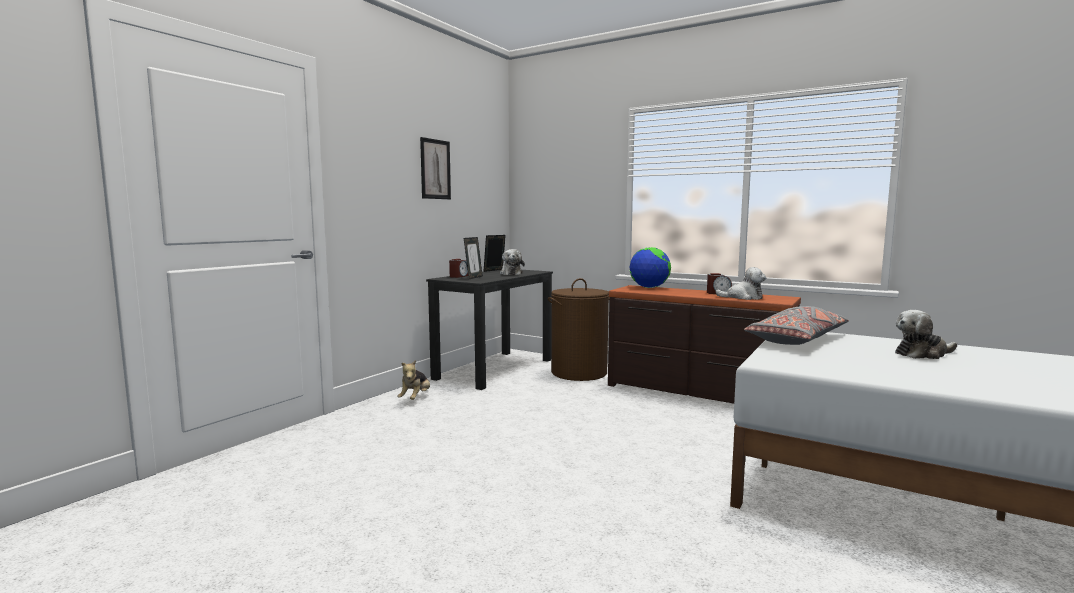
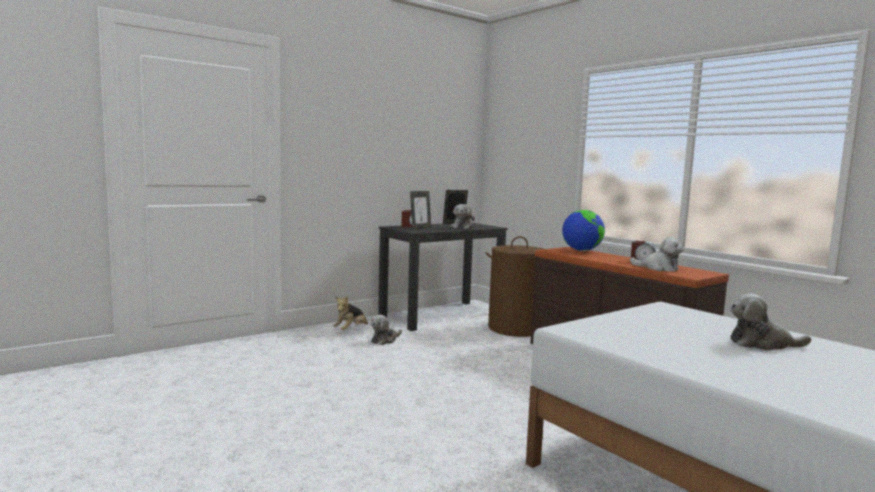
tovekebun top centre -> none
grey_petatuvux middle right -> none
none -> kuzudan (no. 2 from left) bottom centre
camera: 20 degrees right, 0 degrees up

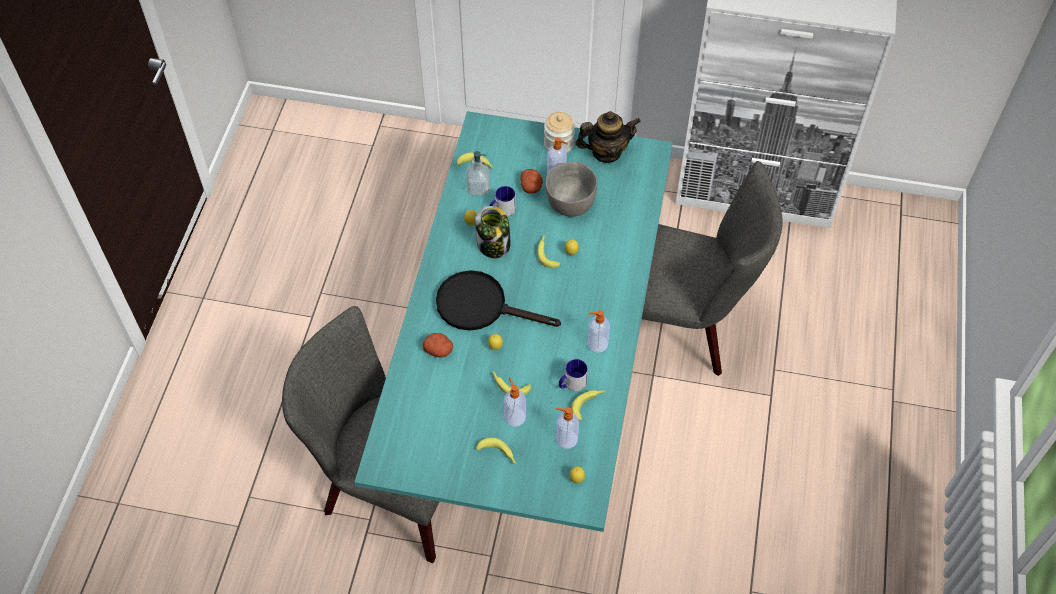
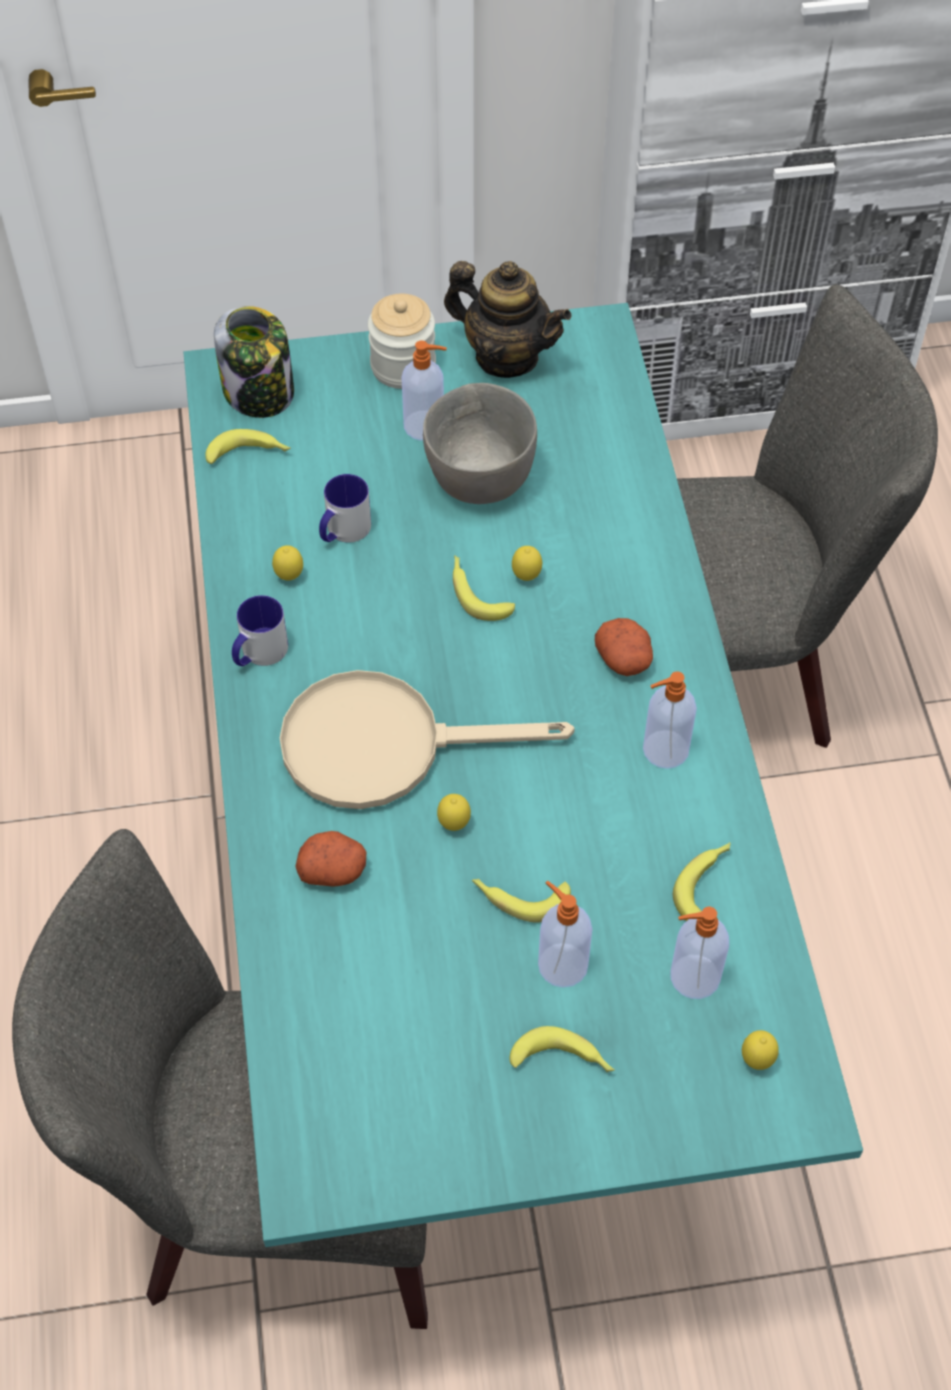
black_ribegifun centre -> beige_ribegifun centre
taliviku (no. 1 from left) top centre -> none
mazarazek (no. 1 from left) centre -> mazarazek (no. 1 from left) top left, shifted
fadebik (no. 2 from left) top centre -> fadebik (no. 2 from left) centre, shifted
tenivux (no. 2 from left in the first image) centre -> tenivux (no. 1 from left) middle left, shifted
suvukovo top centre, 60 degrees clockwise
camera: 20 degrees left, 0 degrees up

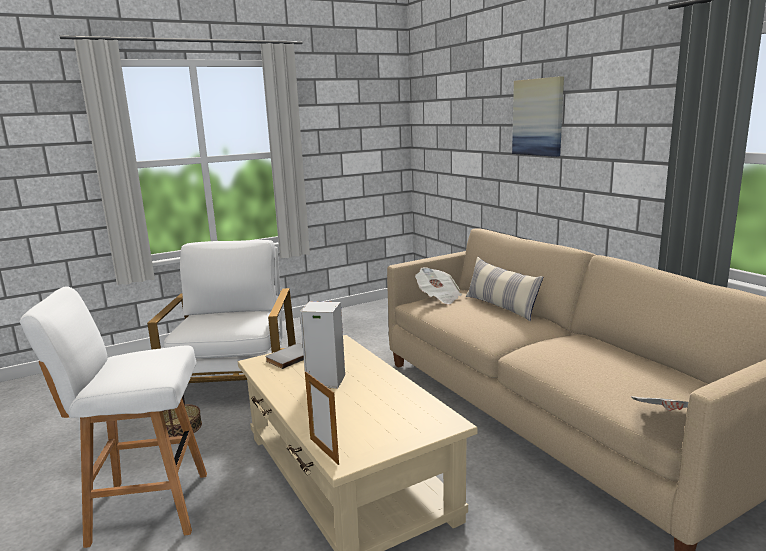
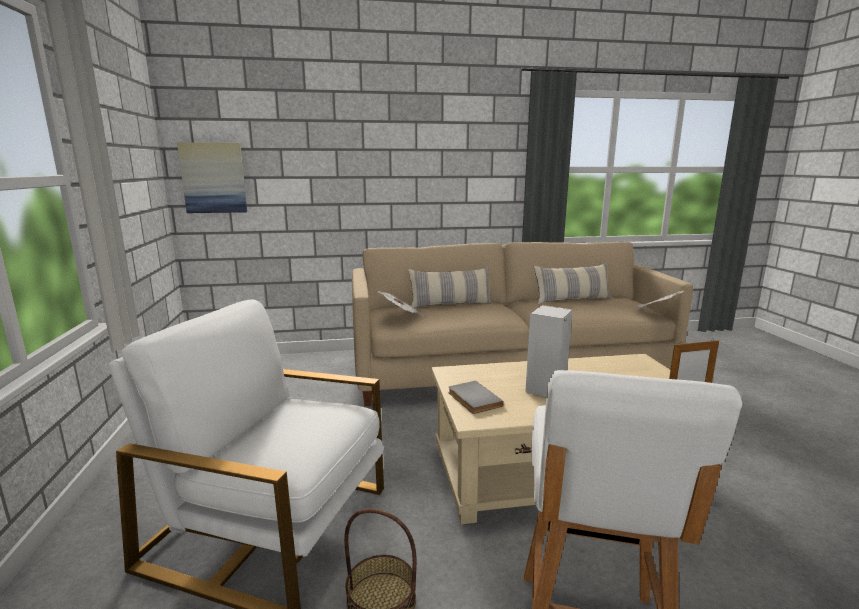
tovekebun top right -> tovekebun top left, shifted
none -> petatuvux (no. 2 from left) centre
camera: 70 degrees left, 0 degrees up

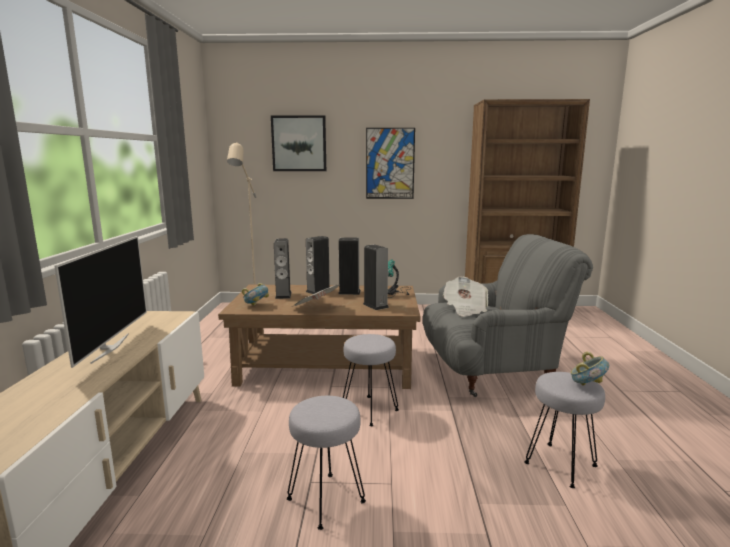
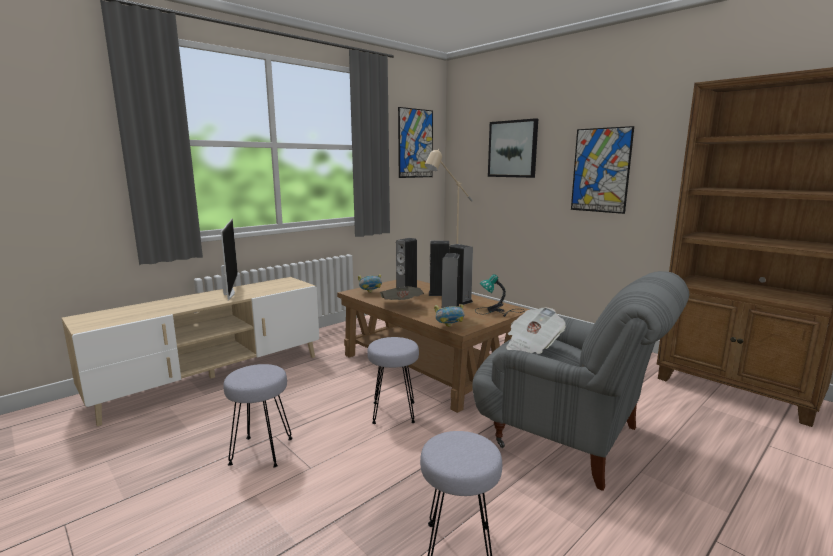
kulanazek middle left, 60 degrees counterclockwise
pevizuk (no. 2 from left) bottom right -> pevizuk (no. 2 from left) centre, shifted
none -> tovekebun (no. 1 from left) top centre
camera: 45 degrees right, 0 degrees up

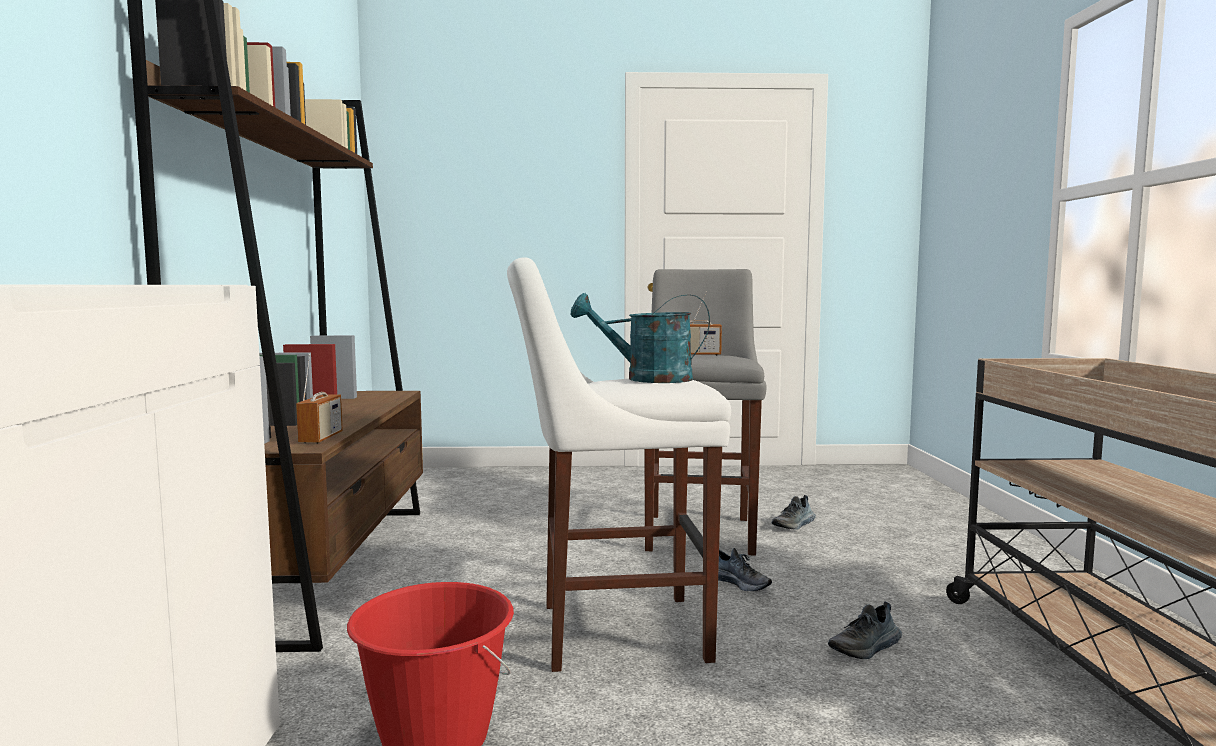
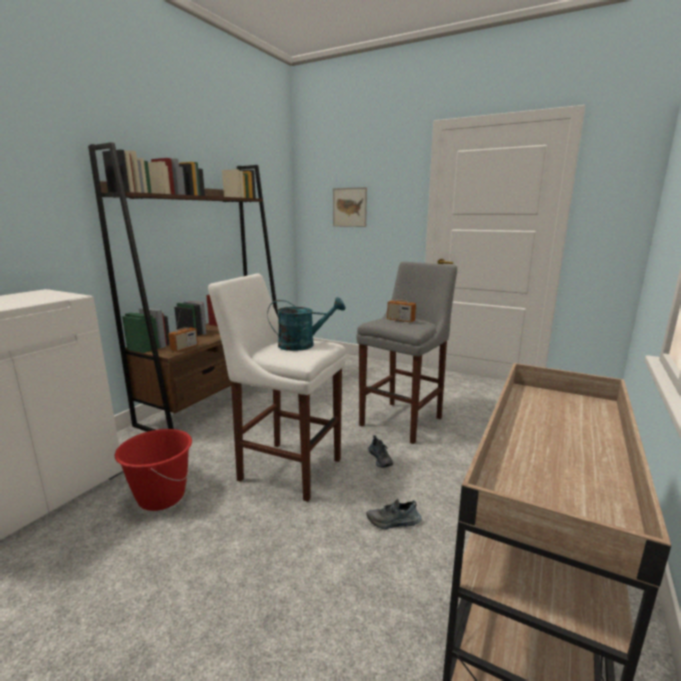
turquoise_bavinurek centre, 135 degrees clockwise
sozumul (no. 2 from left) bottom centre -> none
none -> tovekebun top centre
camera: 30 degrees right, 10 degrees up

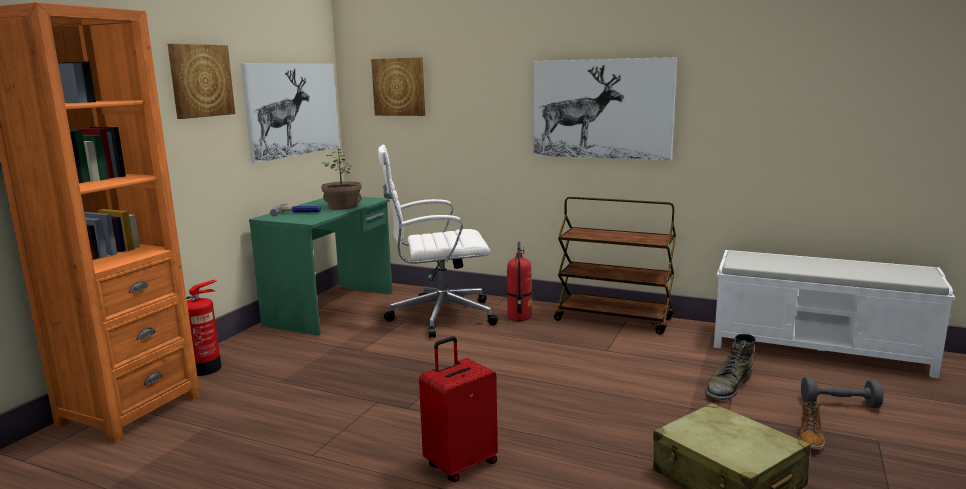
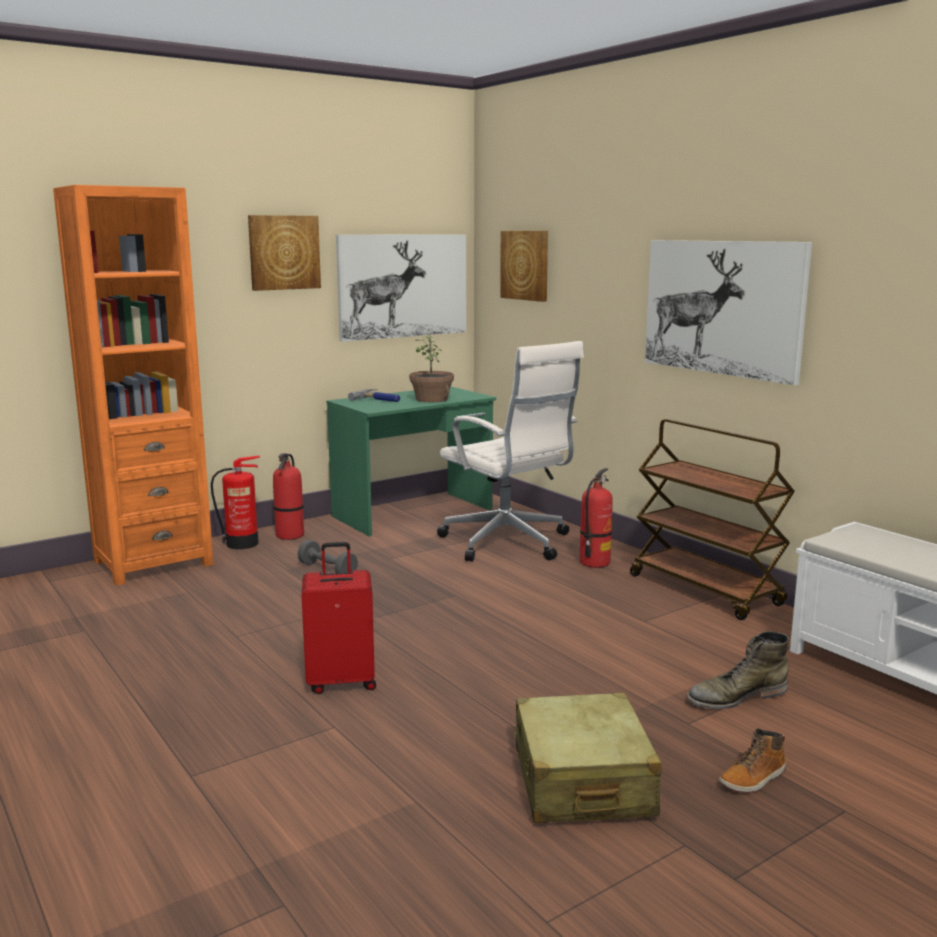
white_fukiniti centre, 150 degrees counterclockwise
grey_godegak bottom right -> grey_godegak centre, shifted
none -> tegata (no. 2 from left) middle left
camera: 30 degrees right, 0 degrees up

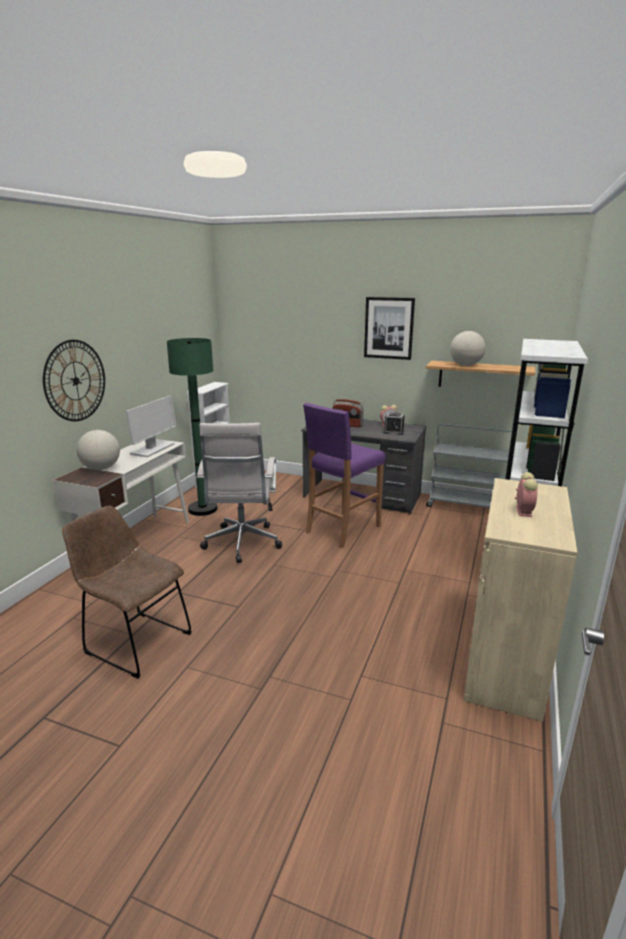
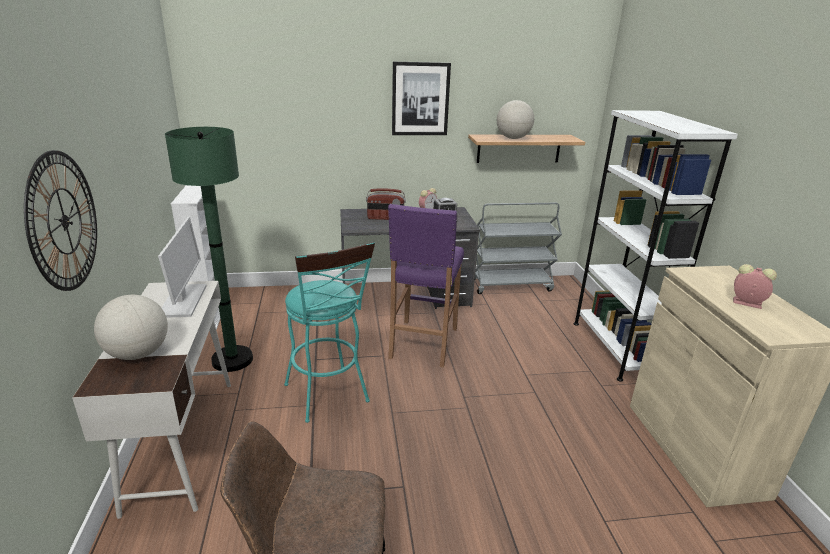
white_fukiniti centre -> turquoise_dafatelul centre
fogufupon (no. 3 from left) middle right, 45 degrees counterclockwise
camera: 30 degrees left, 5 degrees up

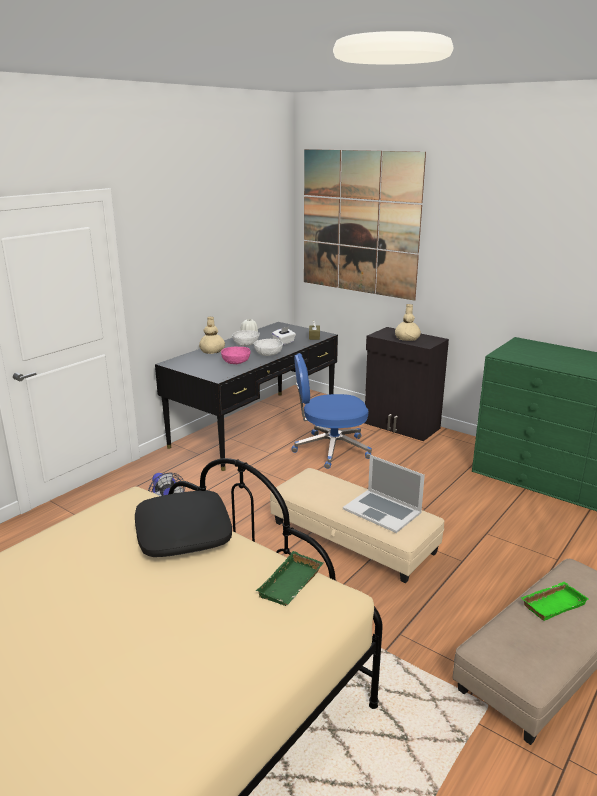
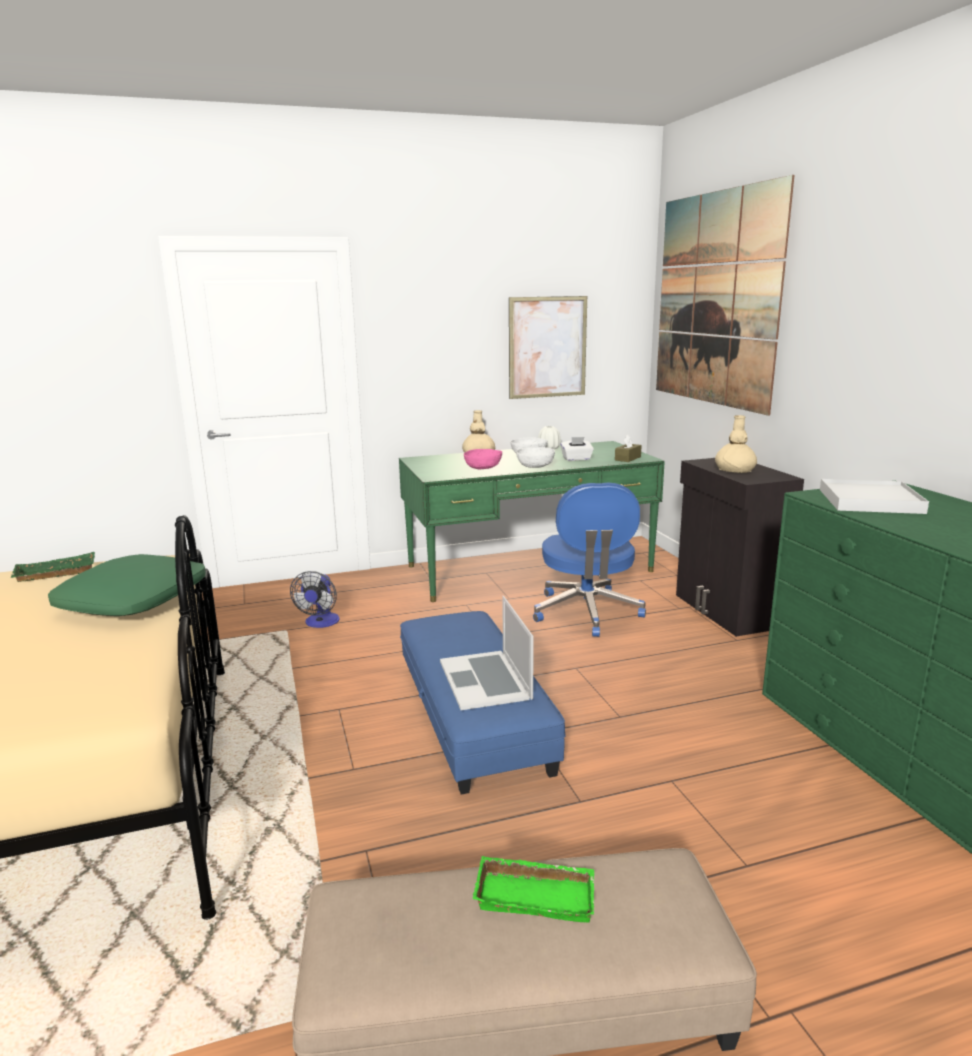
black_petatuvux middle left -> green_petatuvux middle left
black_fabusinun centre -> green_fabusinun centre
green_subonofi (no. 1 from left) bottom centre -> green_subonofi (no. 1 from left) middle left, shifted
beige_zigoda (no. 1 from left) centre -> blue_zigoda centre
blue_fukiniti centre, 120 degrees counterclockwise
none -> tovekebun (no. 1 from left) top centre
none -> white_subonofi middle right
camera: 35 degrees right, 5 degrees down

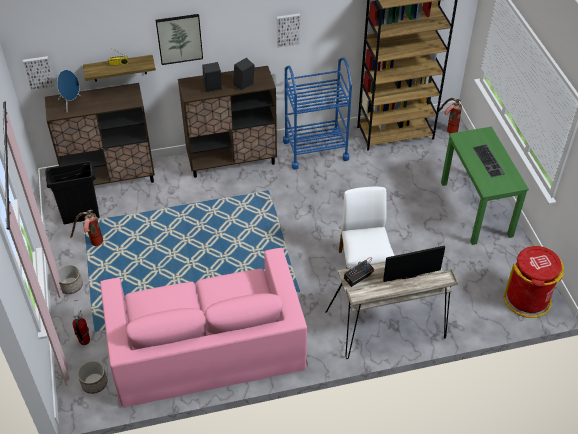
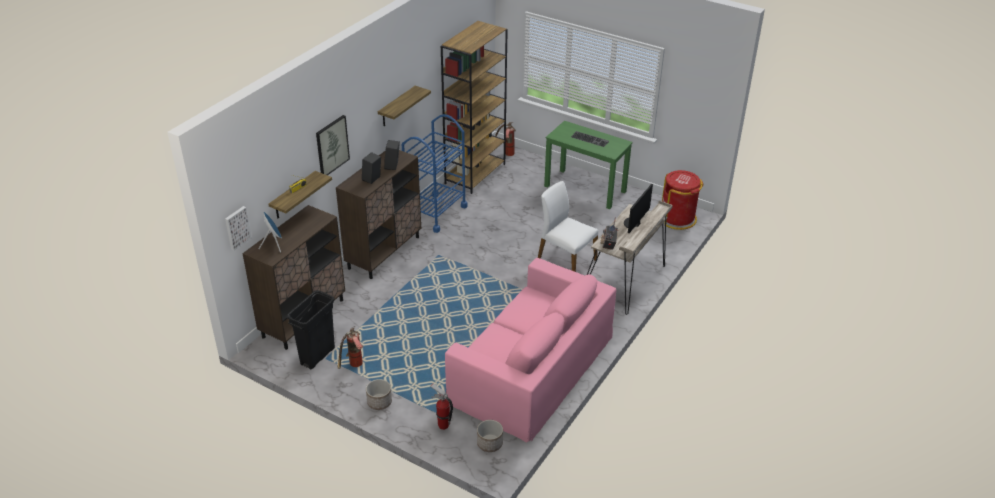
tovekebun (no. 3 from left) top centre -> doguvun (no. 2 from left) top centre
camera: 45 degrees left, 10 degrees down

